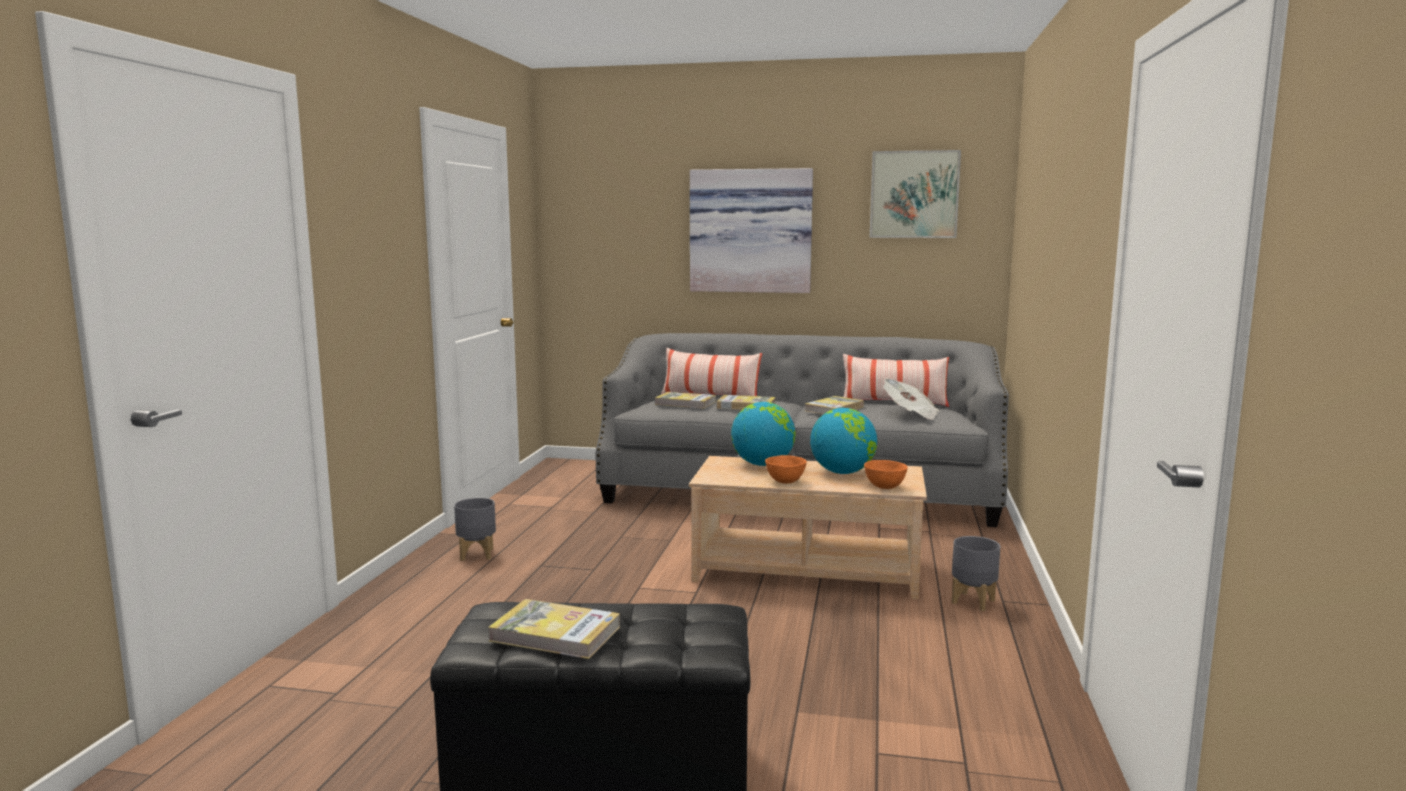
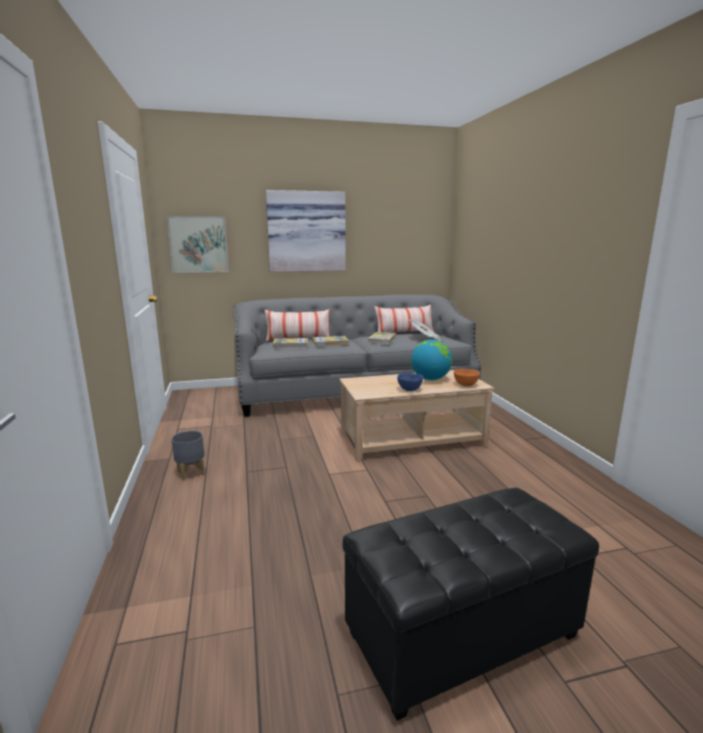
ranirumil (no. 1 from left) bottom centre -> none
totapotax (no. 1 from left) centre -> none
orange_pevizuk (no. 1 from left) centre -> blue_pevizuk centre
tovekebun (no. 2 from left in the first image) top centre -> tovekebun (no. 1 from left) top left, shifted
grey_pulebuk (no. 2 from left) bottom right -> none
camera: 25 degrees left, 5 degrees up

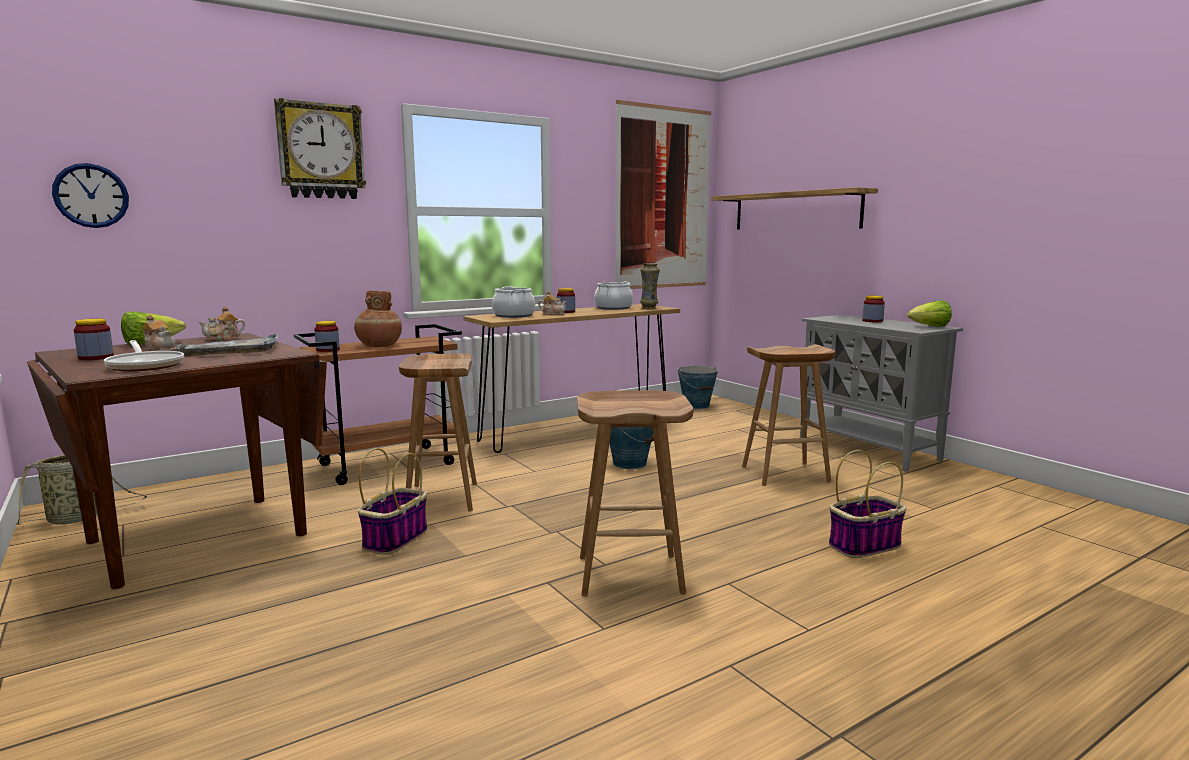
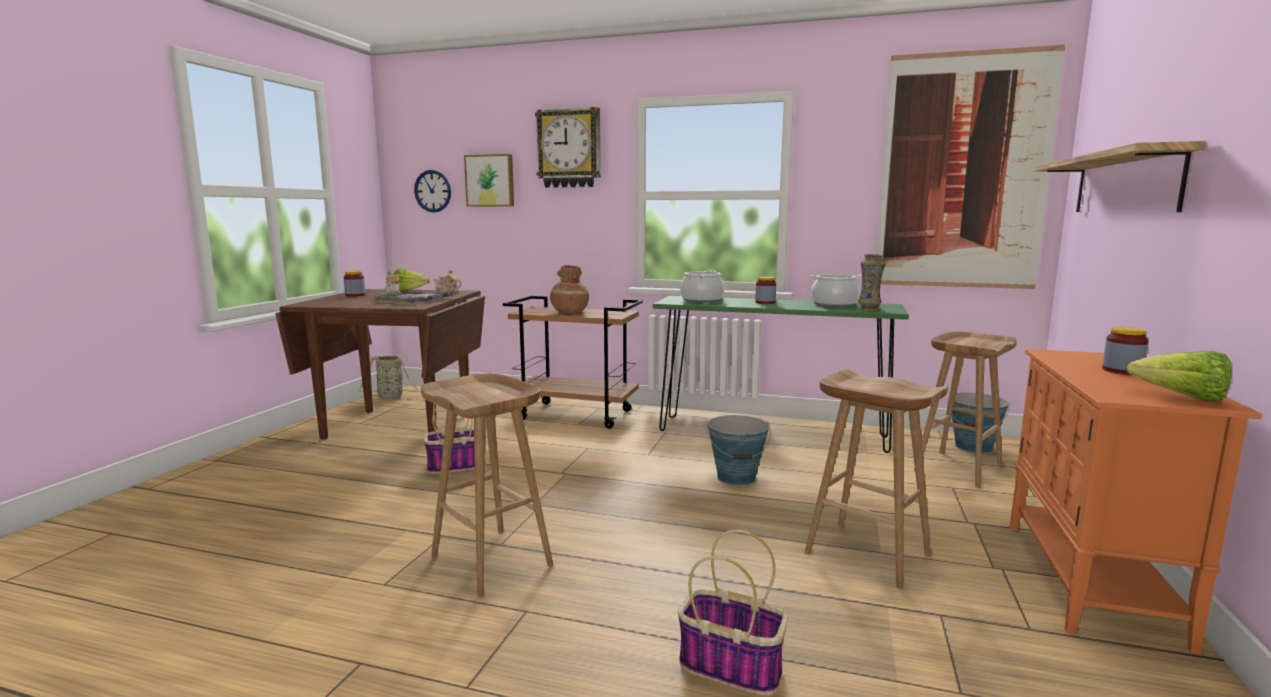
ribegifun middle left -> none
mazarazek (no. 2 from left) middle left -> none
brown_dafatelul (no. 1 from left in the first image) centre -> brown_dafatelul (no. 3 from left) middle right, shifted
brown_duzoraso centre -> green_duzoraso centre
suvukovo (no. 3 from left) centre -> none
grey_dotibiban middle right -> orange_dotibiban bottom right
none -> tovekebun (no. 1 from left) top centre
camera: 50 degrees right, 0 degrees up

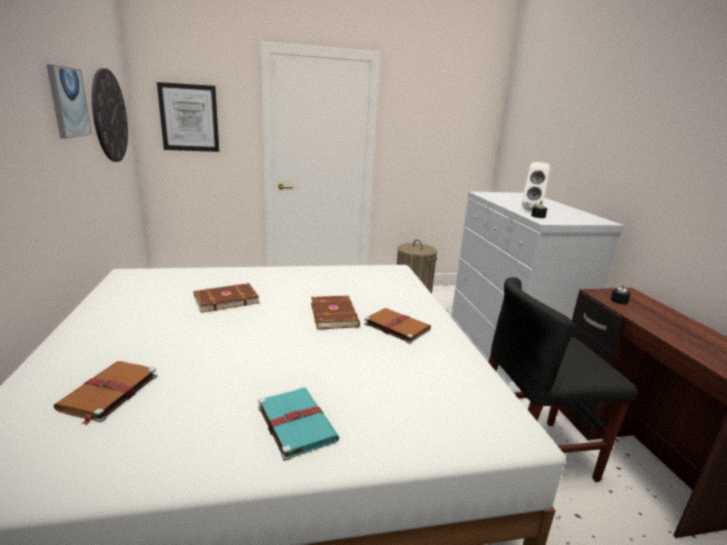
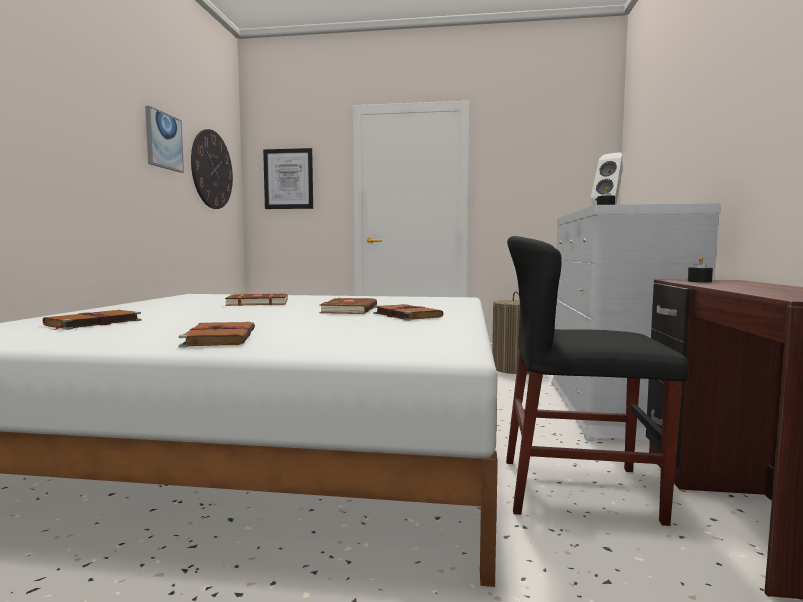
turquoise_ranirumil bottom centre -> brown_ranirumil (no. 2 from left) middle left
camera: 20 degrees right, 15 degrees down

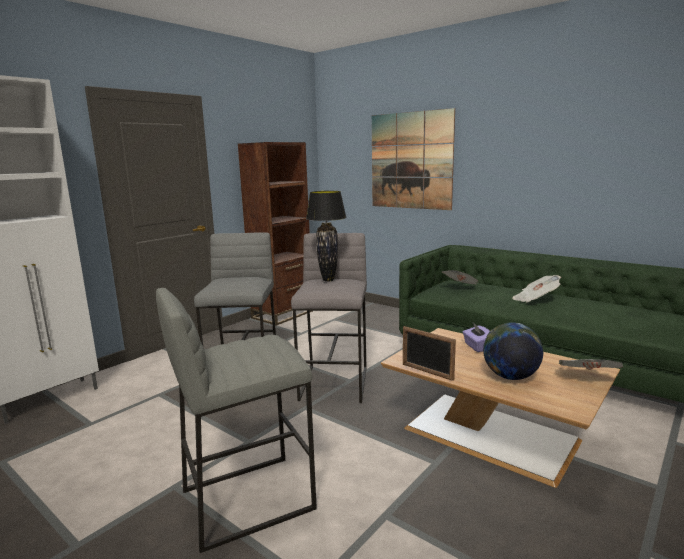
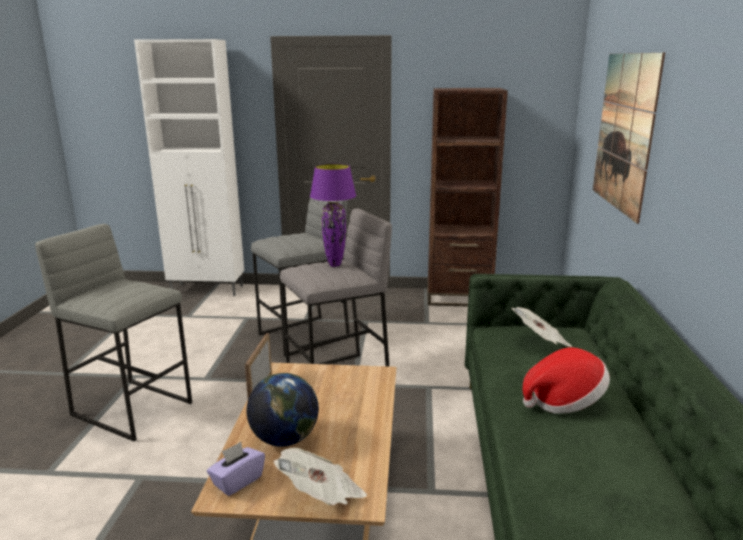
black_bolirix centre -> purple_bolirix centre
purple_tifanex middle right -> purple_tifanex bottom left, shifted
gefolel (no. 2 from left) middle right -> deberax bottom right
camera: 55 degrees right, 5 degrees up

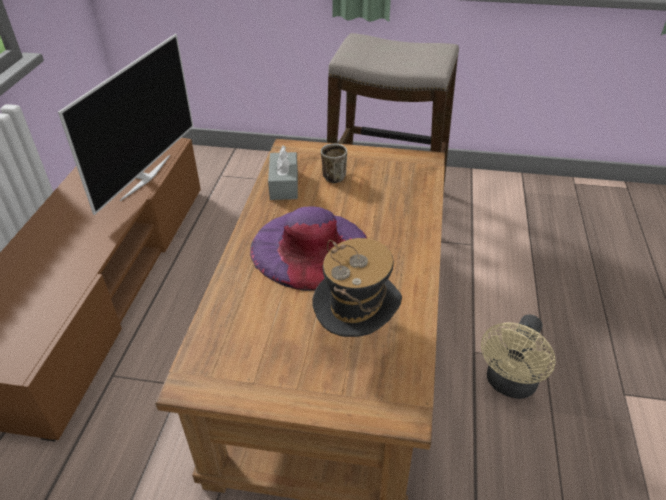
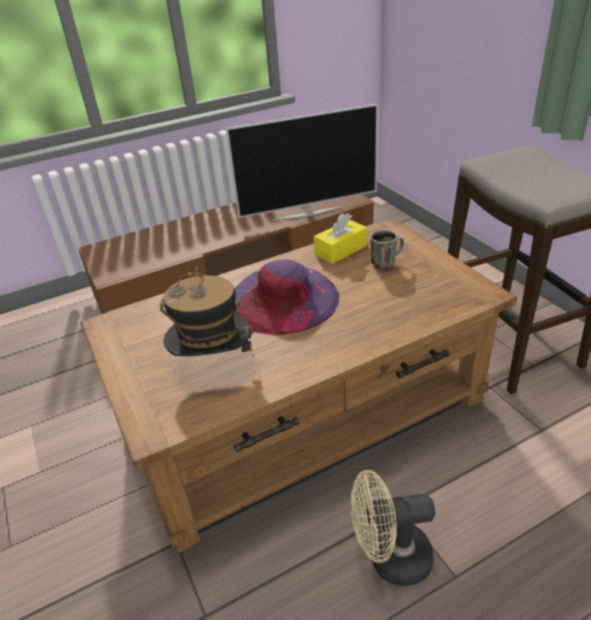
grey_tifanex centre -> yellow_tifanex centre
camera: 55 degrees right, 5 degrees down

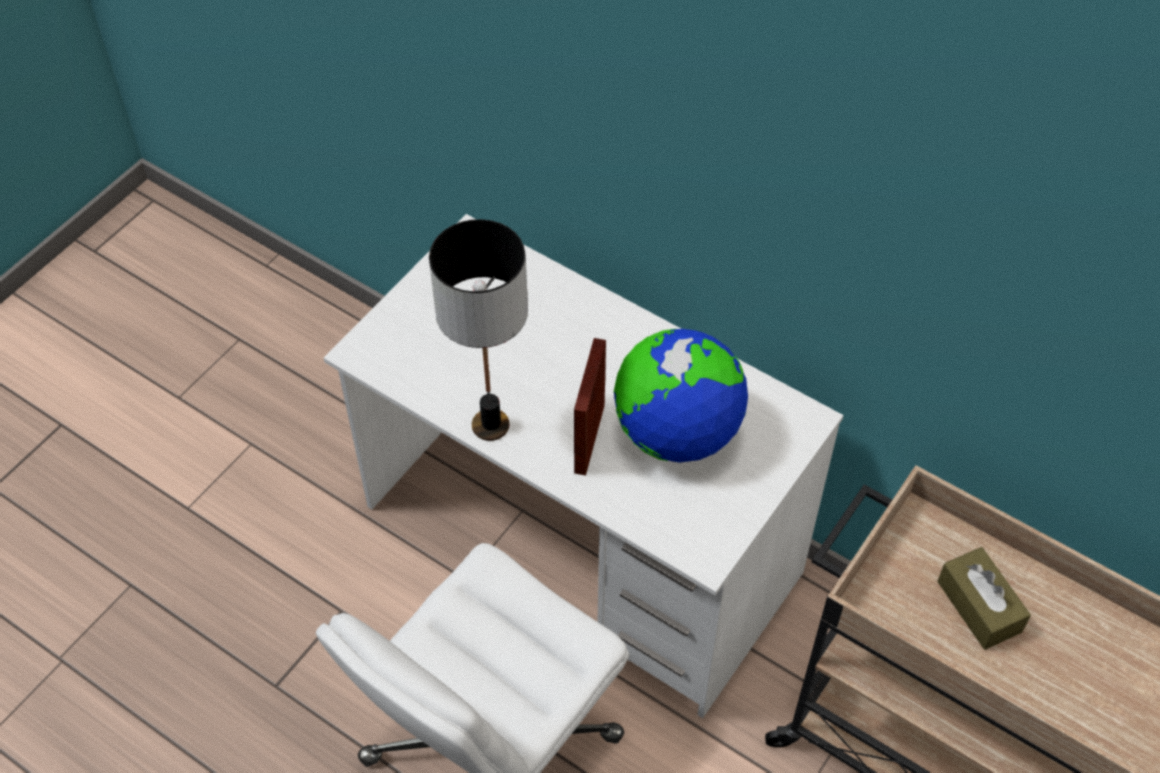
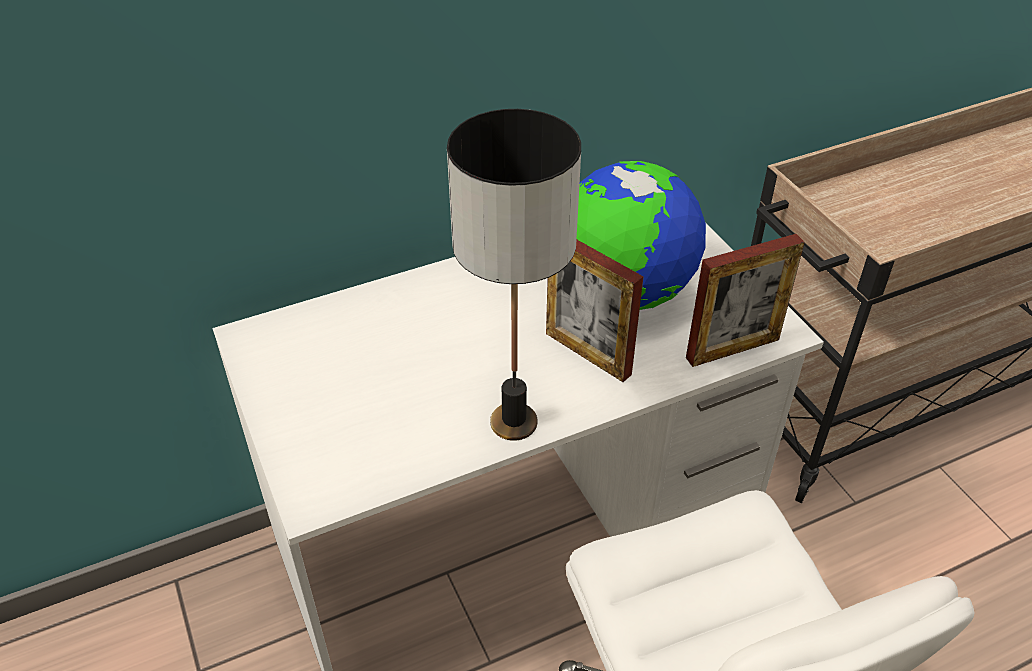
brown_tifanex bottom right -> none
none -> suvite (no. 2 from left) middle right
camera: 60 degrees left, 10 degrees down

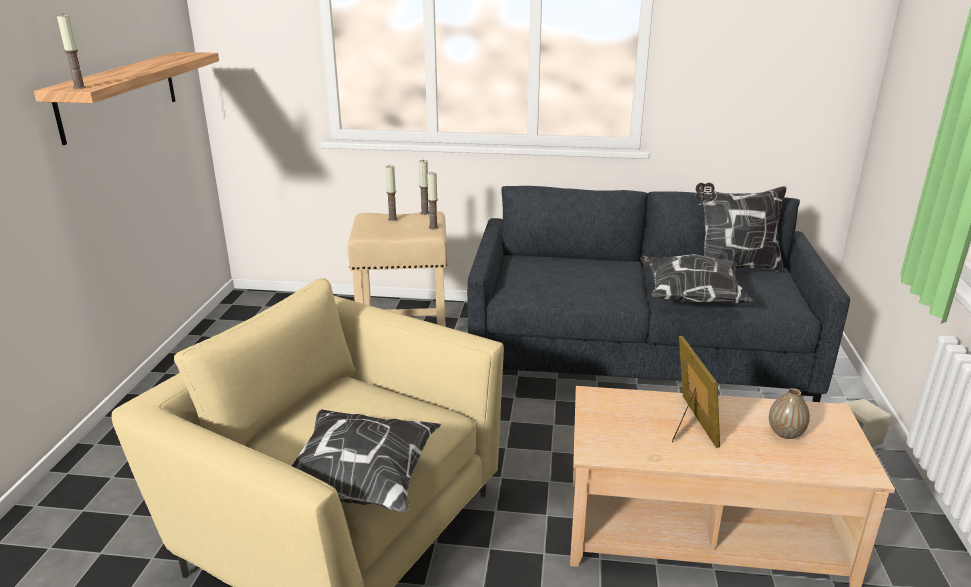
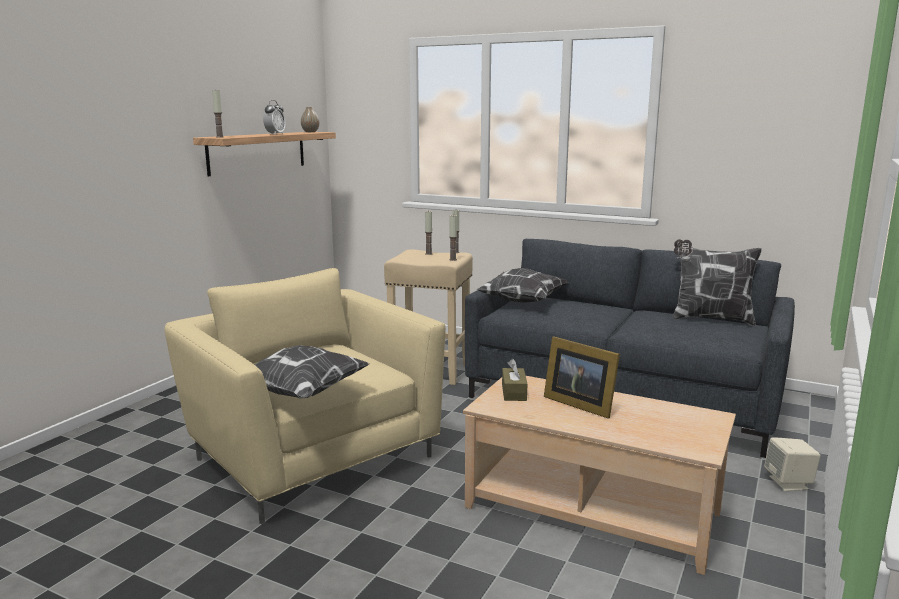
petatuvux (no. 2 from left) middle right -> petatuvux (no. 2 from left) centre, shifted
suvite bottom right -> suvite centre, 120 degrees clockwise
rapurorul bottom right -> rapurorul top centre, shifted
none -> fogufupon top left
none -> brown_tifanex centre
camera: 20 degrees right, 10 degrees down

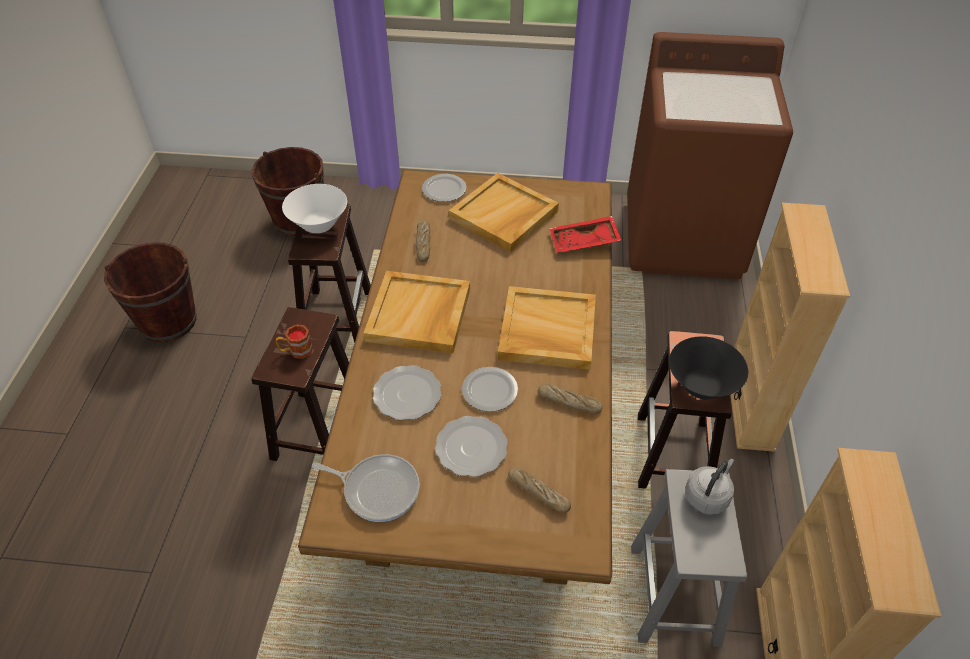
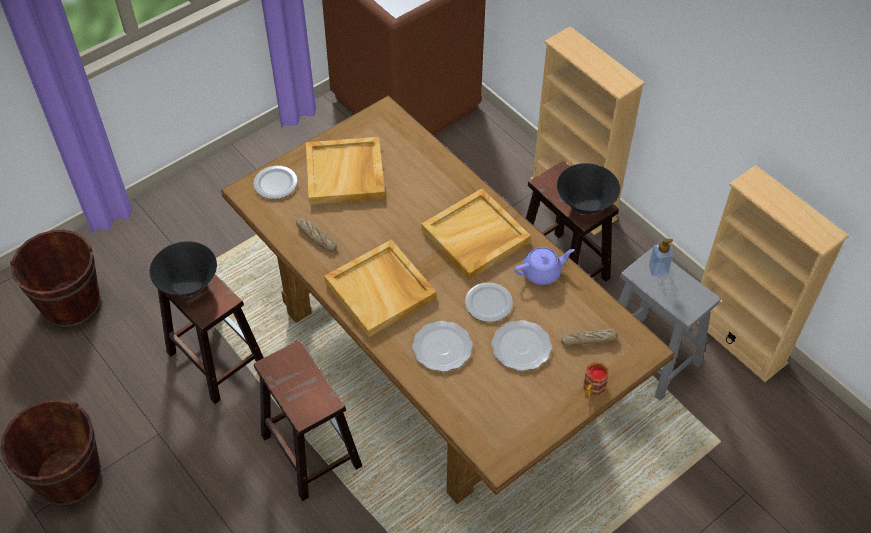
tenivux middle left -> tenivux bottom right, shifted
white_pevizuk top left -> black_pevizuk (no. 1 from left) middle left
ribegifun bottom centre -> none
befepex (no. 3 from left) centre -> purple_suvukovo centre
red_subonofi centre -> none
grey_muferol bottom right -> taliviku middle right
camera: 45 degrees left, 5 degrees up

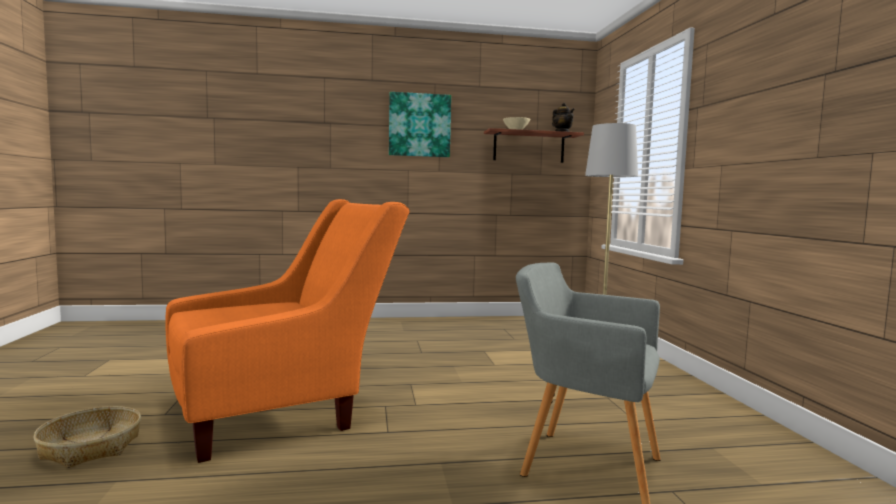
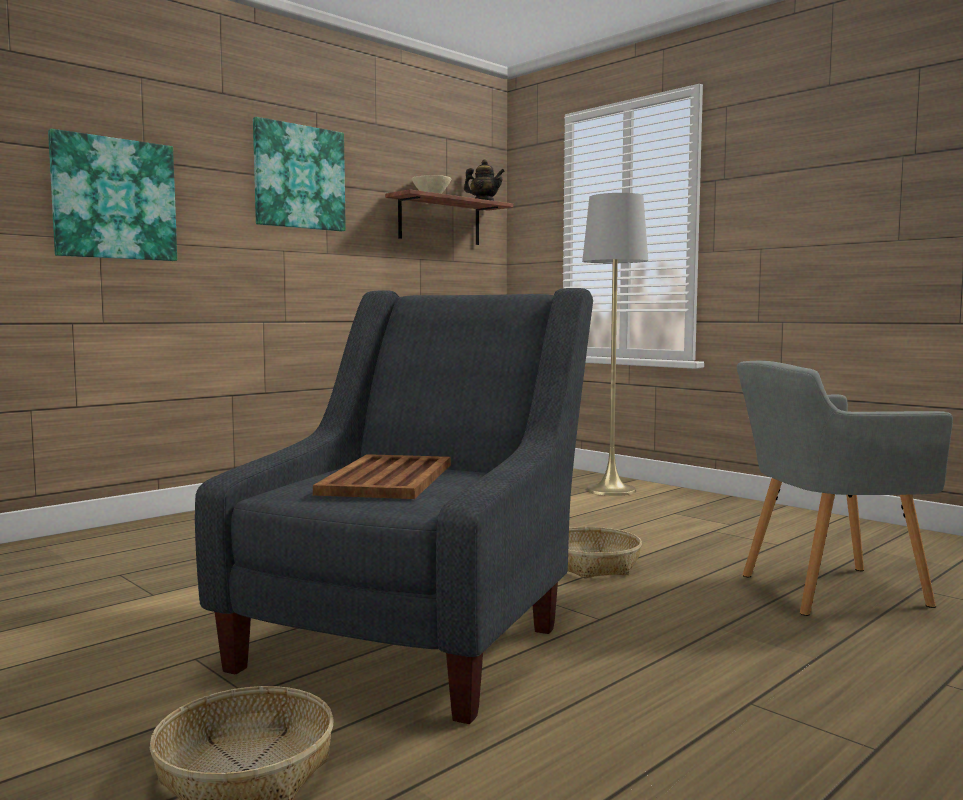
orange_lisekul middle left -> grey_lisekul (no. 1 from left) centre
none -> tovekebun (no. 1 from left) top left
none -> brown_subonofi centre
none -> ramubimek (no. 2 from left) bottom centre
camera: 35 degrees left, 0 degrees up

